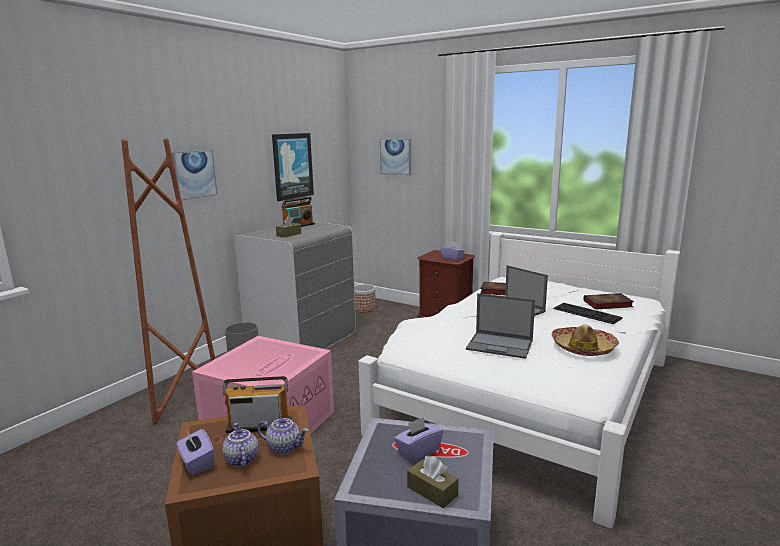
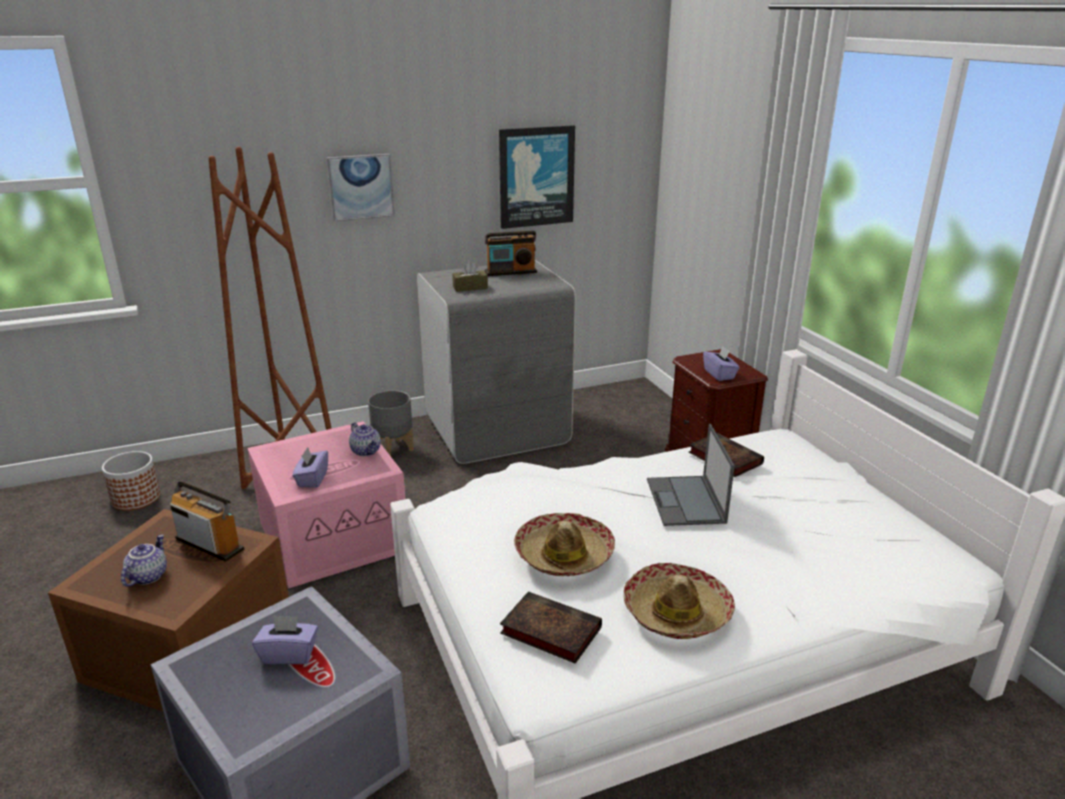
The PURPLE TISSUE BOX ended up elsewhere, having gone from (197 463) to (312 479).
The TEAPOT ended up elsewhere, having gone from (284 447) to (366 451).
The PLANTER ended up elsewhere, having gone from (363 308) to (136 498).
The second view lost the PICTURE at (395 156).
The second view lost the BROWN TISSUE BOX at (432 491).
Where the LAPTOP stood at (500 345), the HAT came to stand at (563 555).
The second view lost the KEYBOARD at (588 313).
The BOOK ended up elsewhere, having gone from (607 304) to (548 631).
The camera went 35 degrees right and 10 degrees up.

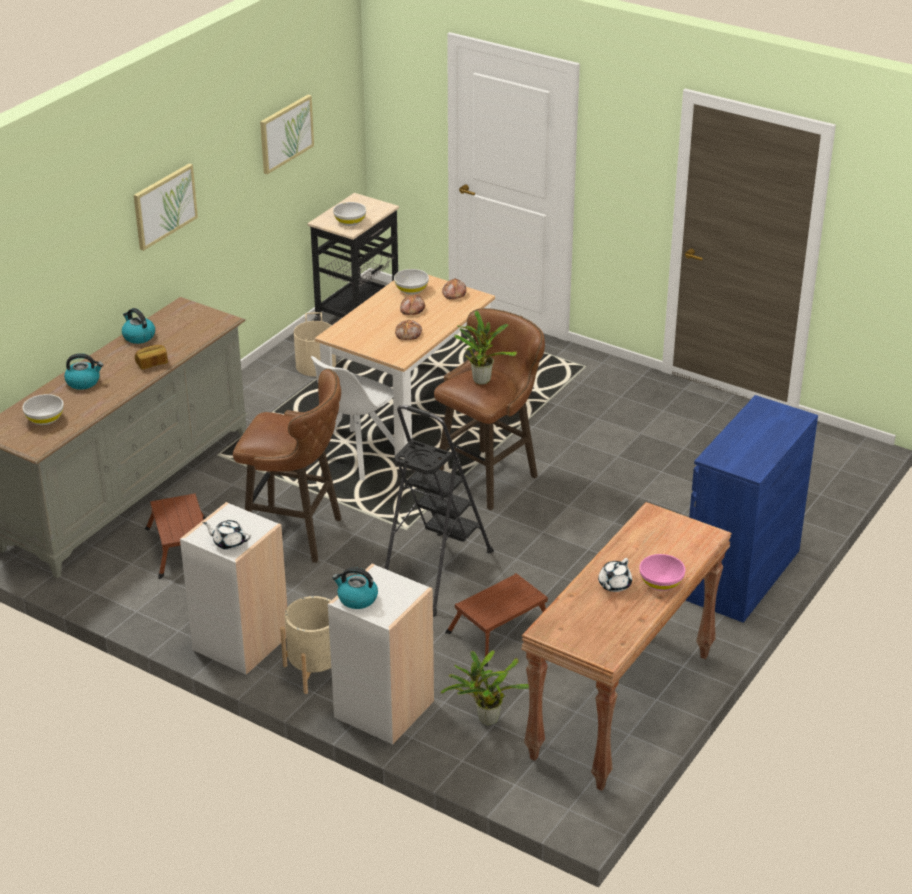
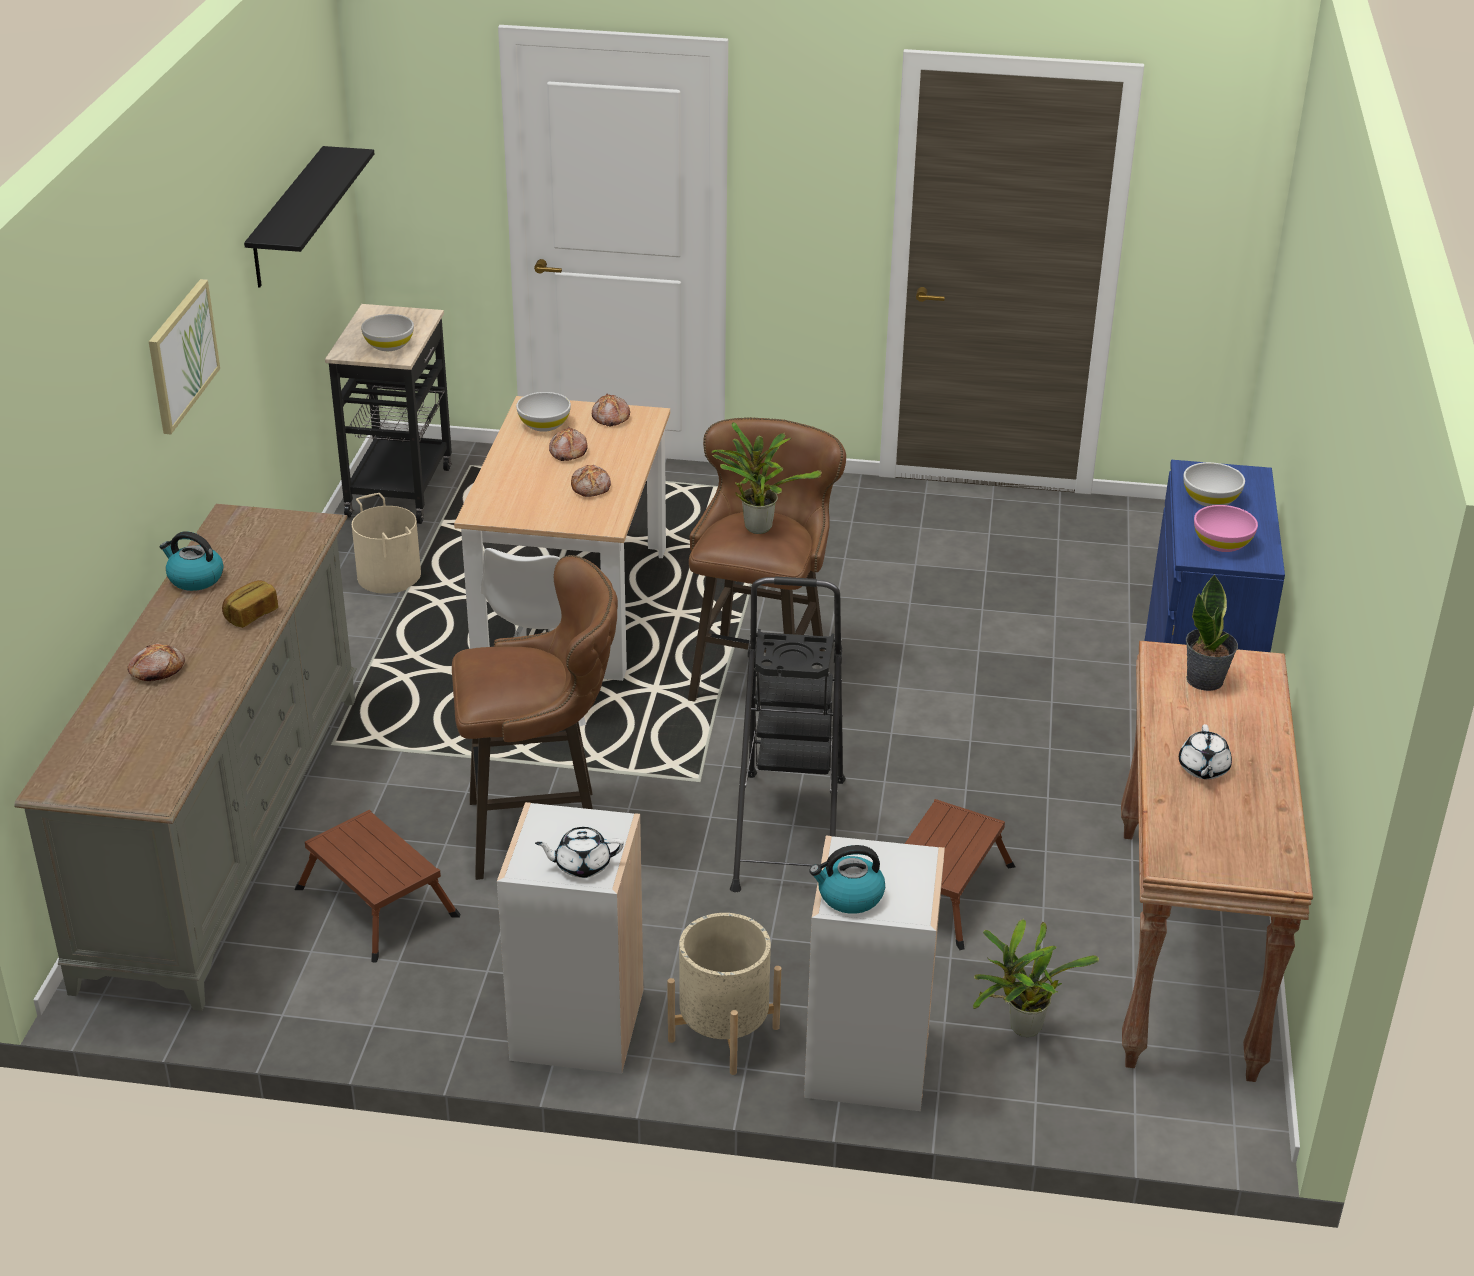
The WHITE BOWL ended up elsewhere, having gone from (45 419) to (1210 499).
Where the KETTLE stood at (83 382), the BREAD came to stand at (156 670).
Where the PICTURE hung at (285 133), the BLACK SHELF came to hang at (288 218).
The PINK BOWL ended up elsewhere, having gone from (660 583) to (1221 543).
The second view gained the POTTED PLANT at (1205 680).
The camera went 25 degrees left and 0 degrees up.

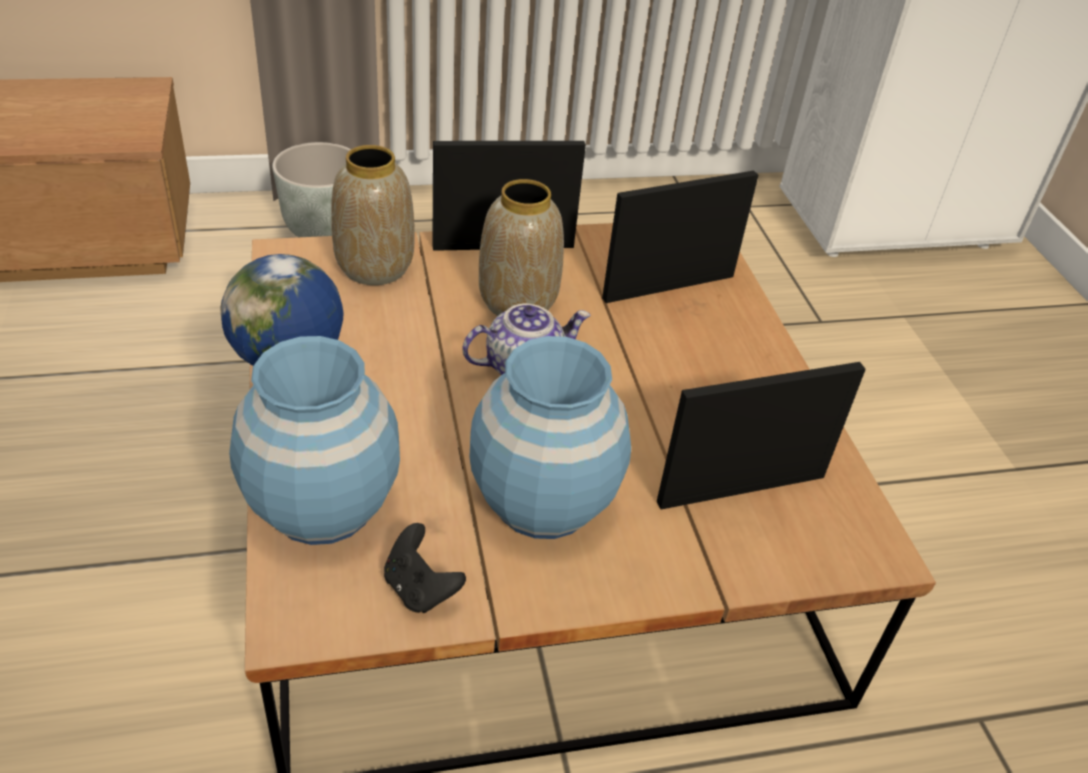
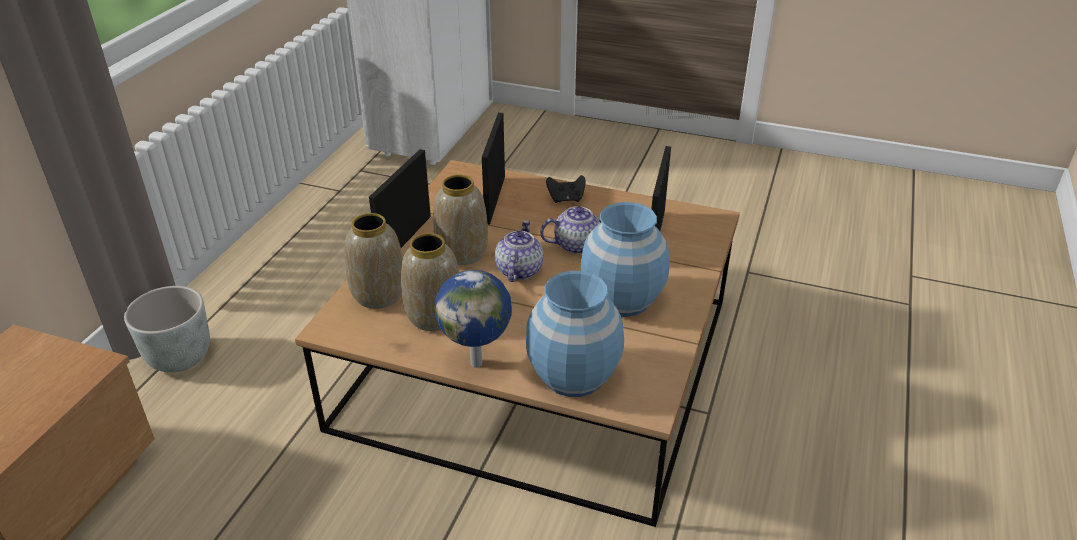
The BLACK GAME CONTROLLER ended up elsewhere, having gone from (420 589) to (566 199).
The second view gained the VASE at (433 317).
The second view gained the TEAPOT at (577 244).
The camera went 55 degrees left and 5 degrees down.

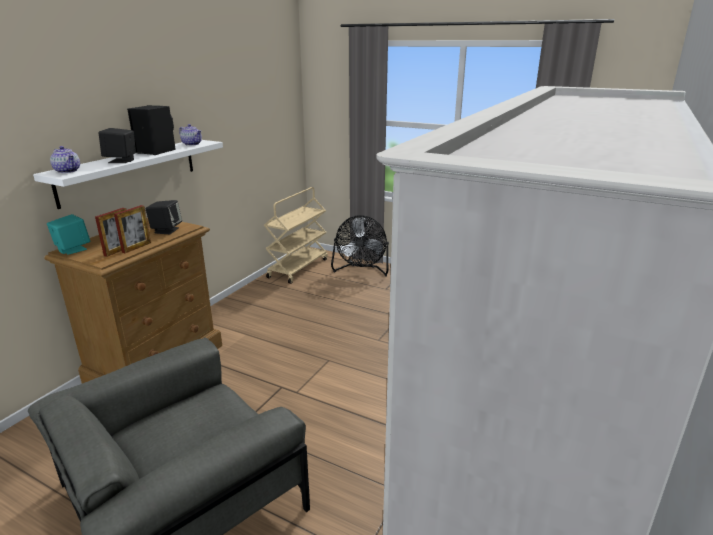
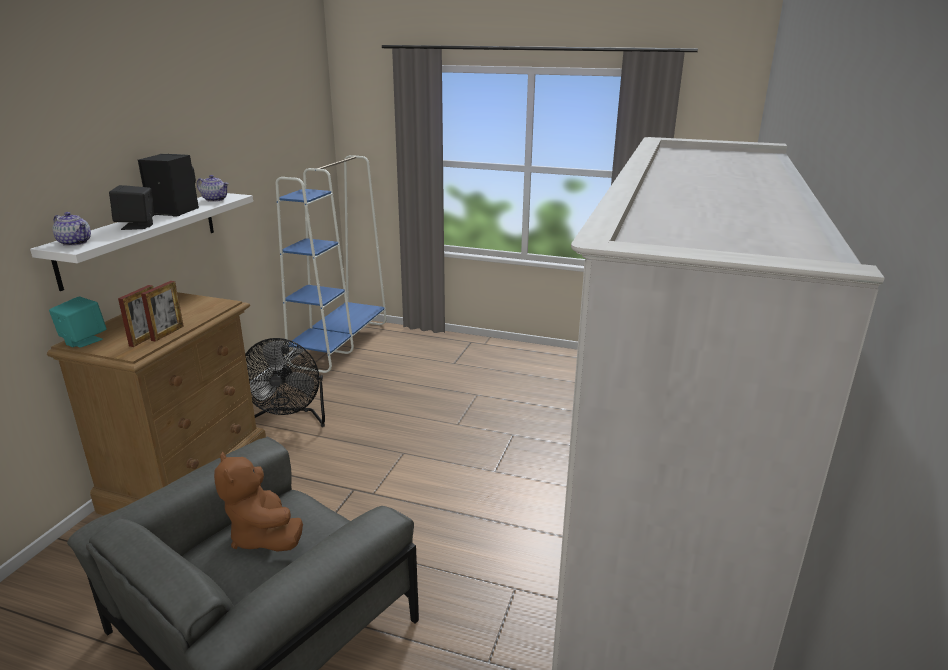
The second view lost the BLACK SPEAKER at (166 230).
Where the BEIGE CART stood at (298 268), the BLUE CLOTHES RACK came to stand at (340 344).
The BLACK FAN ended up elsewhere, having gone from (360 269) to (284 416).
The second view gained the BROWN PLUSH TOY at (263 536).
The camera went 10 degrees left and 0 degrees up.

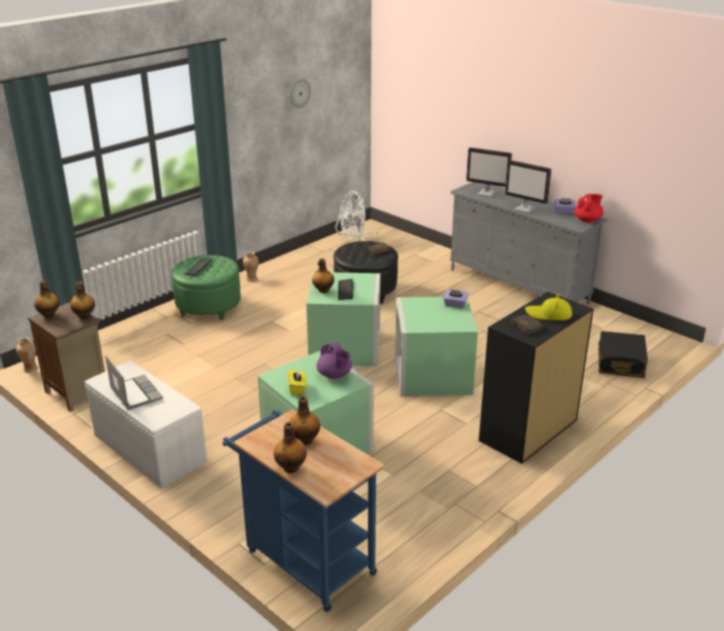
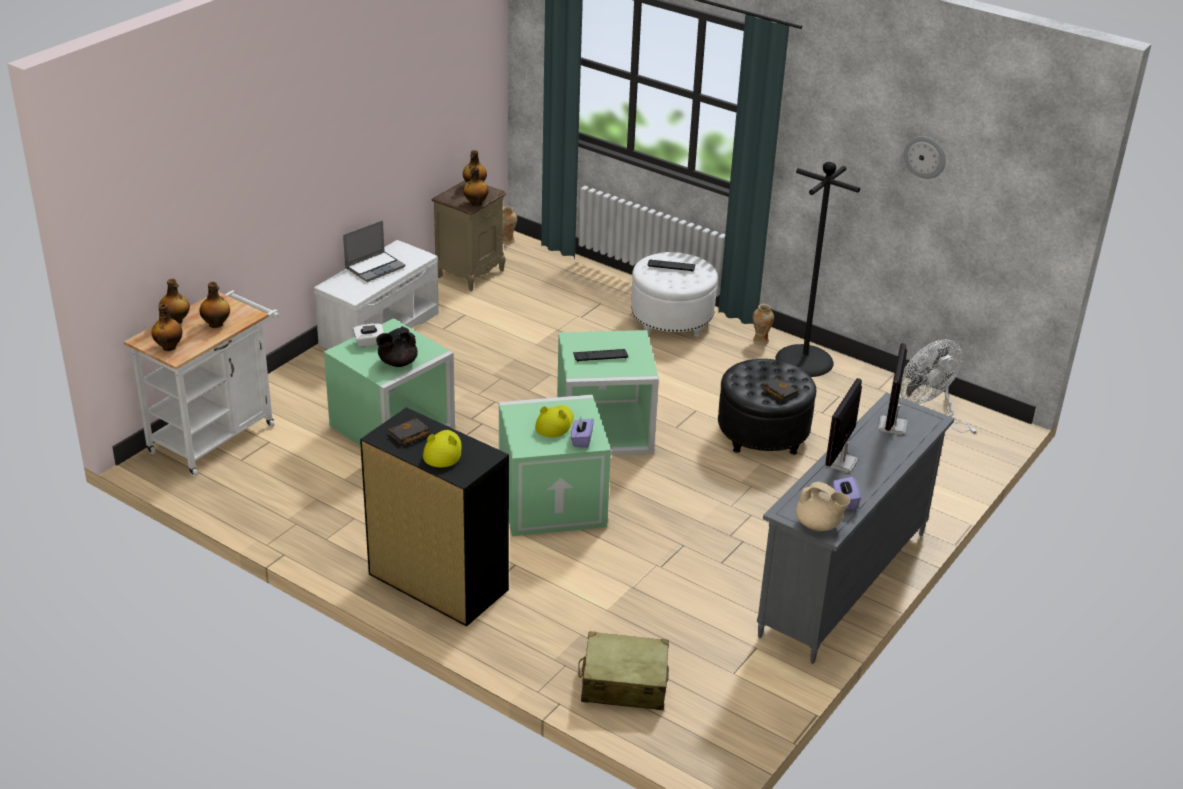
What was the GREEN OTTOMAN at (209 308) turned into the WHITE OTTOMAN at (671 321).
What was the BLUE CART at (304 559) turned into the WHITE CART at (217 435).
What was the YELLOW TISSUE BOX at (297 388) turned into the WHITE TISSUE BOX at (369 343).
The BOTTLE ended up elsewhere, having gone from (323 290) to (169 346).
What was the PURPLE TEAPOT at (334 375) turned into the BLACK TEAPOT at (397 363).
What was the RED TEAPOT at (588 220) turned into the BEIGE TEAPOT at (819 525).
What was the BLACK SUITCASE at (620 363) turned into the BEIGE SUITCASE at (624 683).
The second view gained the YELLOW HAT at (554 424).
The second view gained the BLACK CLOTHES RACK at (804 361).
The camera went 80 degrees right and 5 degrees up.

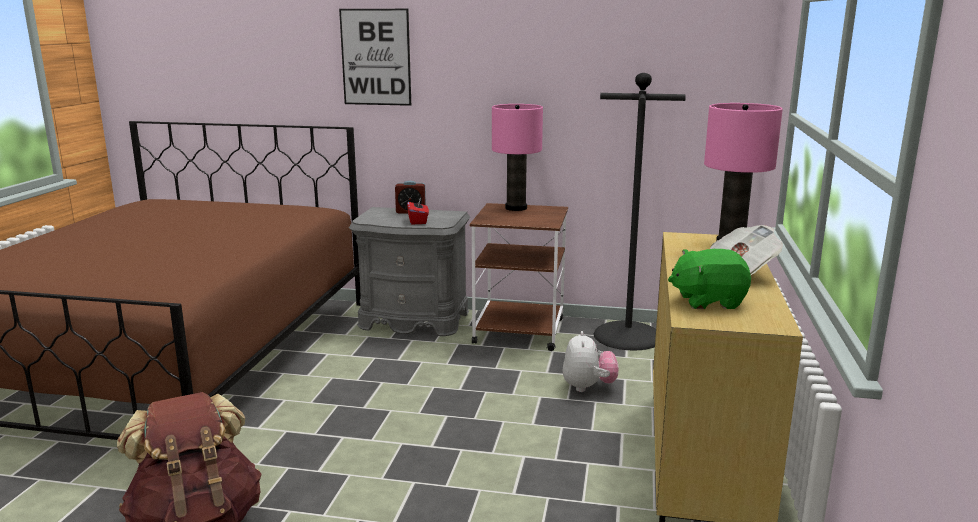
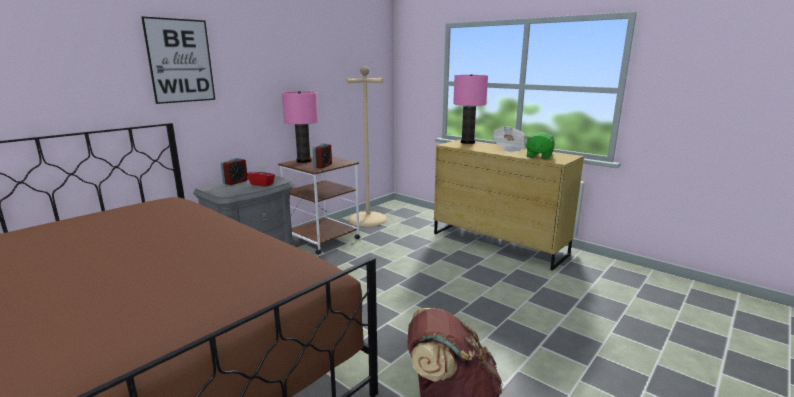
The second view lost the PLUSH TOY at (588 387).
What was the BLACK CLOTHES RACK at (627 336) turned into the BEIGE CLOTHES RACK at (367 219).
The second view gained the ALARM CLOCK at (322 166).
The camera went 60 degrees left and 0 degrees up.

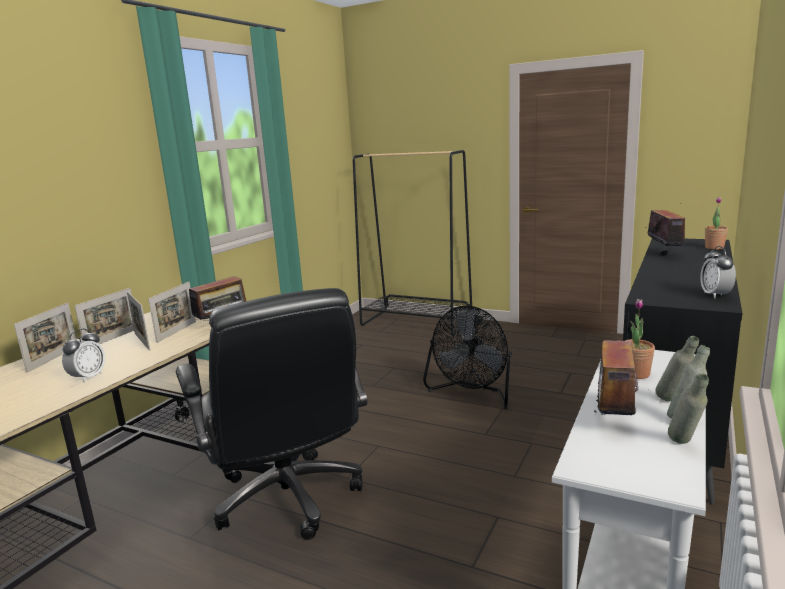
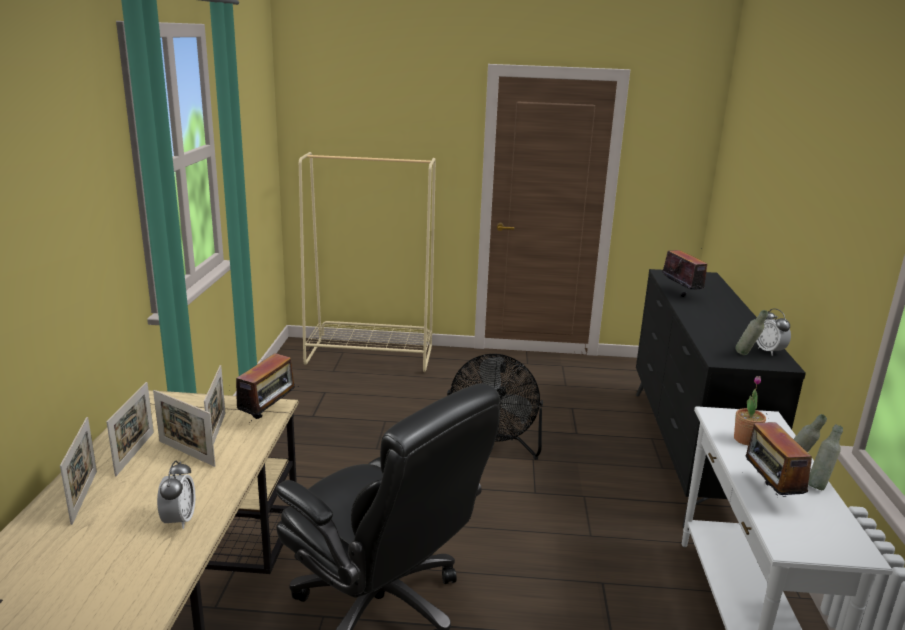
What was the BLACK CLOTHES RACK at (416 323) turned into the BEIGE CLOTHES RACK at (370 356).
The GREY BOTTLE ended up elsewhere, having gone from (685 445) to (746 355).
The second view lost the POTTED PLANT at (714 247).
The camera went 25 degrees left and 5 degrees up.

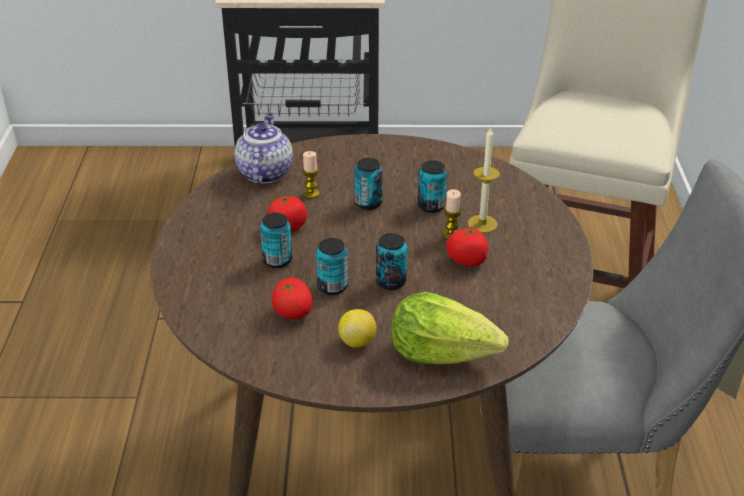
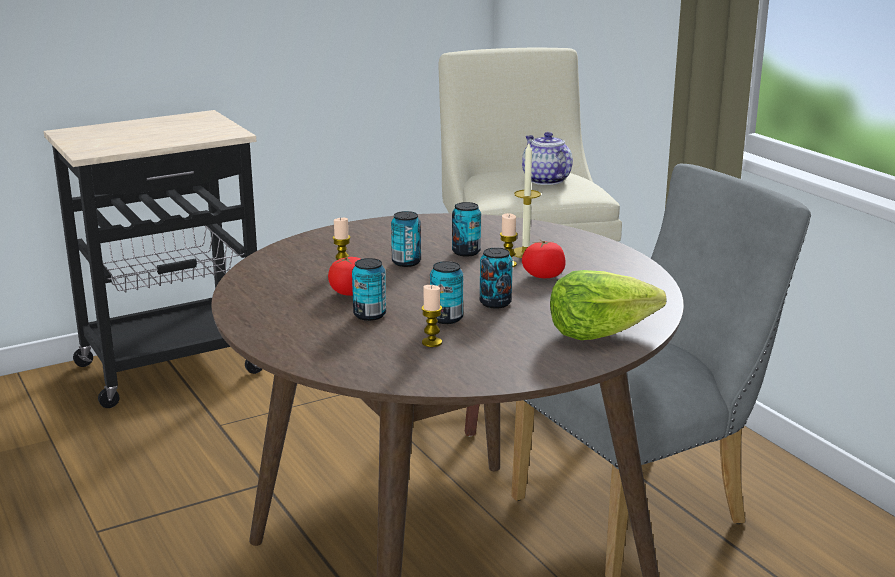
The TEAPOT ended up elsewhere, having gone from (264 172) to (545 180).
Where the TOMATO stood at (292 312), the CANDLE came to stand at (432 342).
The second view lost the LEMON at (357 341).
The camera went 30 degrees left and 15 degrees down.

